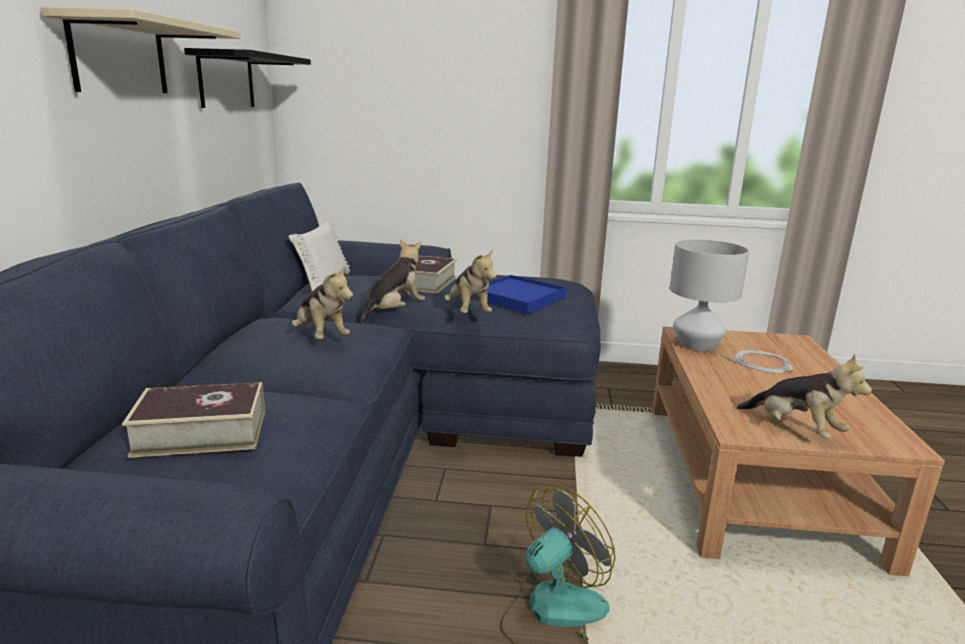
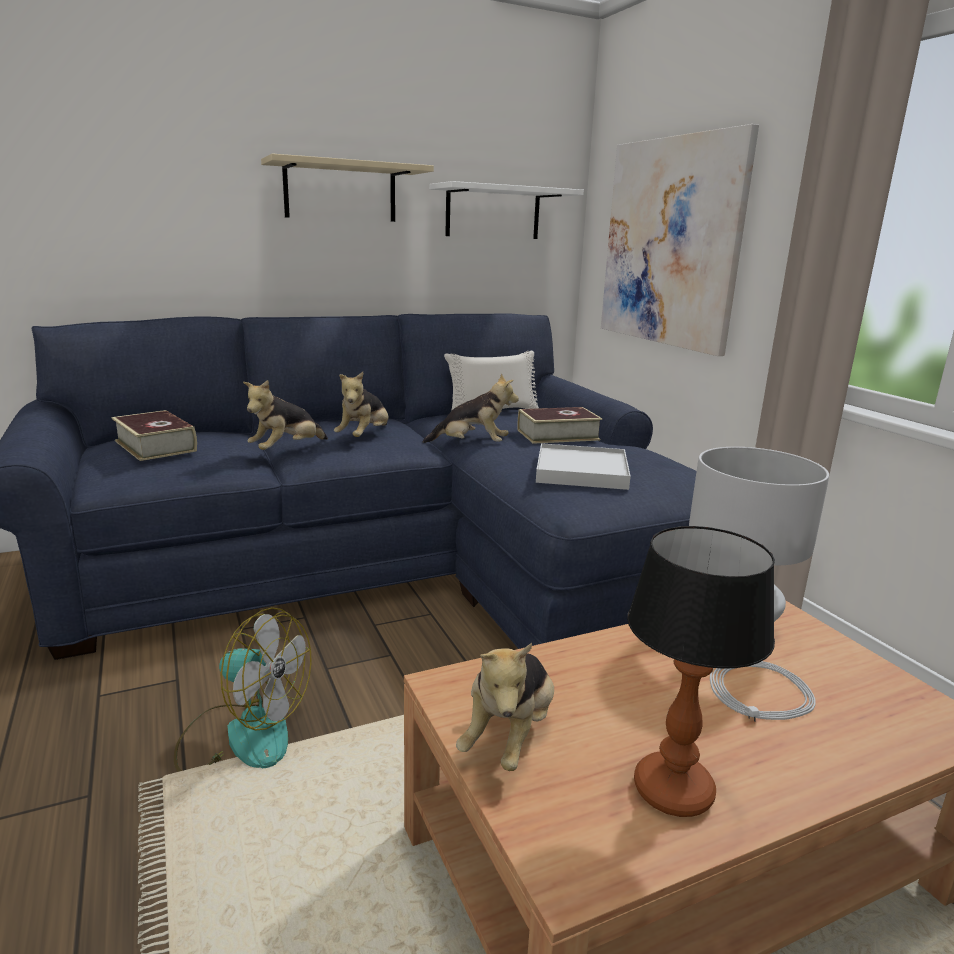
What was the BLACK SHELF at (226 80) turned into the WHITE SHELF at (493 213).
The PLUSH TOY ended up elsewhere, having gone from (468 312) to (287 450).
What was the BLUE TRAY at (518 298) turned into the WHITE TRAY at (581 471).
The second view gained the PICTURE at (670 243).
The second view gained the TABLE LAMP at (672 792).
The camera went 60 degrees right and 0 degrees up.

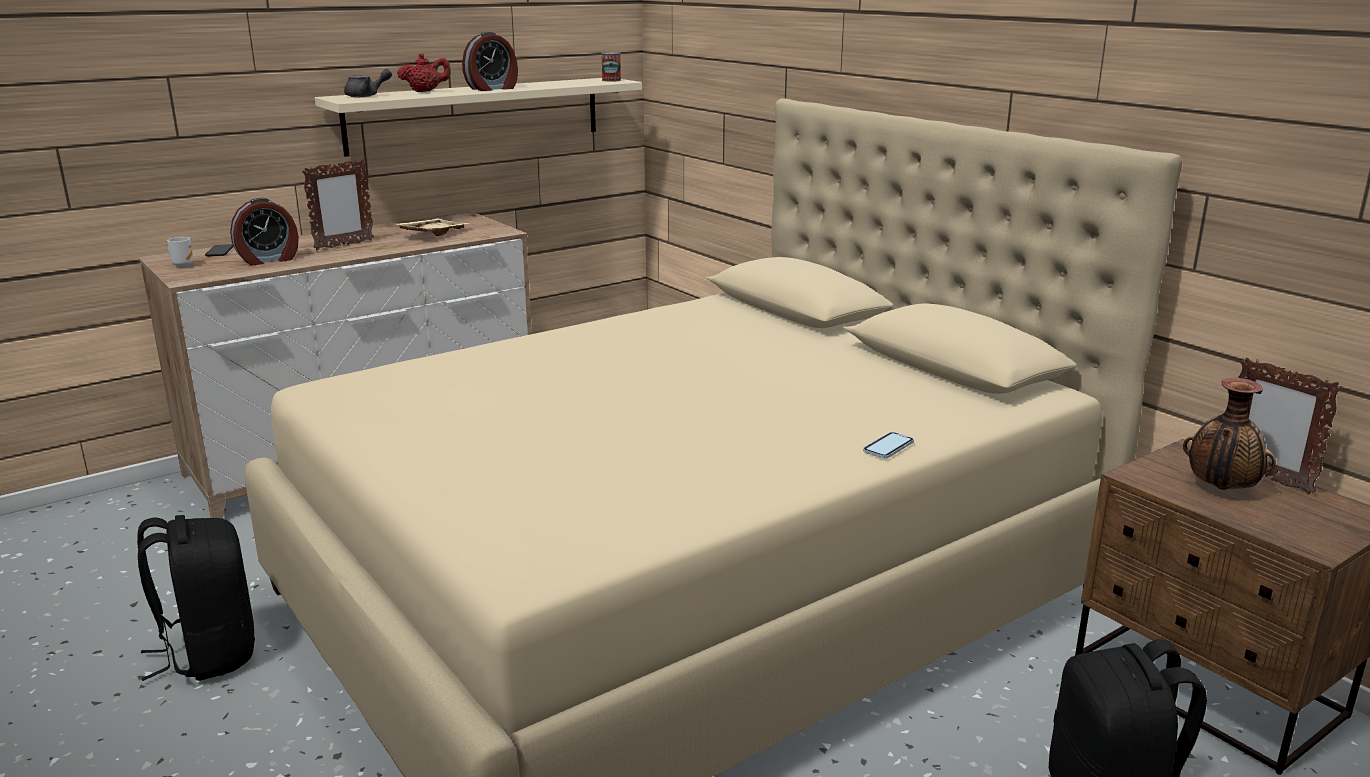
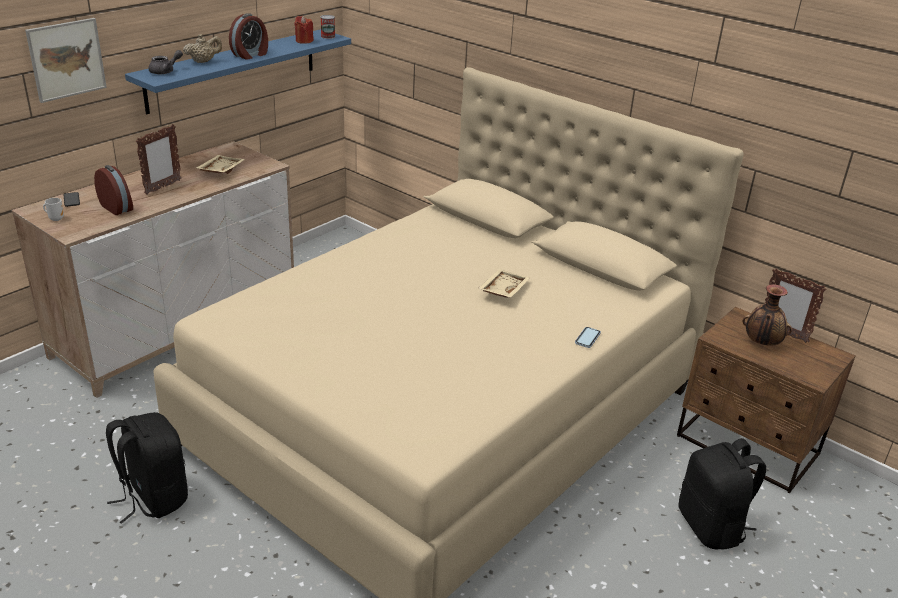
The ALARM CLOCK at (268 259) ended up facing another way, 90 degrees counterclockwise from before.
What was the BEIGE SHELF at (476 115) turned into the BLUE SHELF at (233 70).
What was the RED TEAPOT at (425 91) turned into the BEIGE TEAPOT at (203 61).
The second view gained the PICTURE at (66 59).
The second view gained the RED CANDLE at (304 41).
The second view gained the BEIGE TRAY at (502 290).
The camera went 15 degrees left and 10 degrees up.

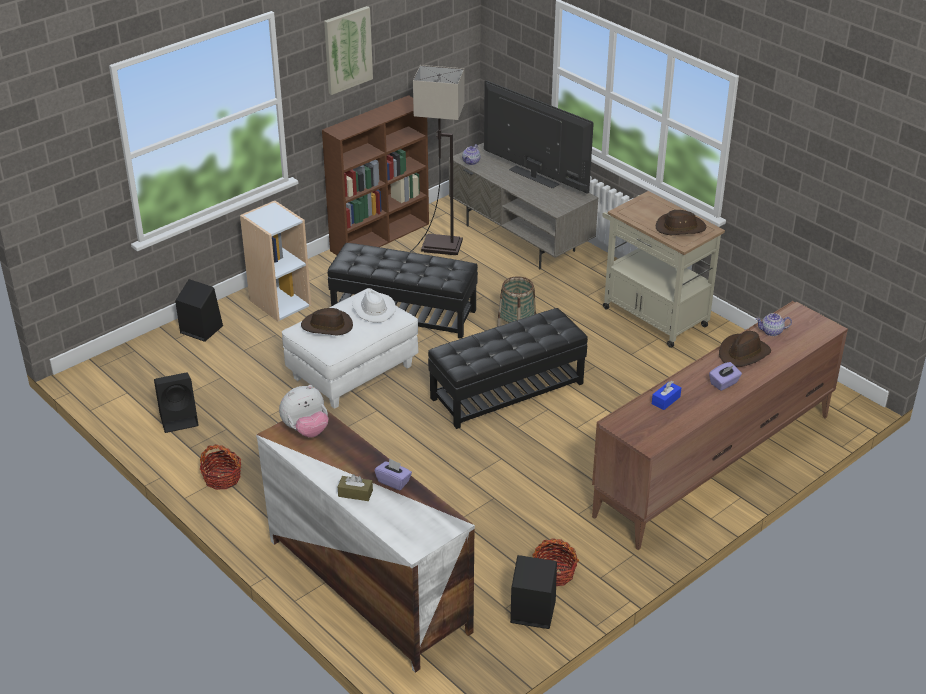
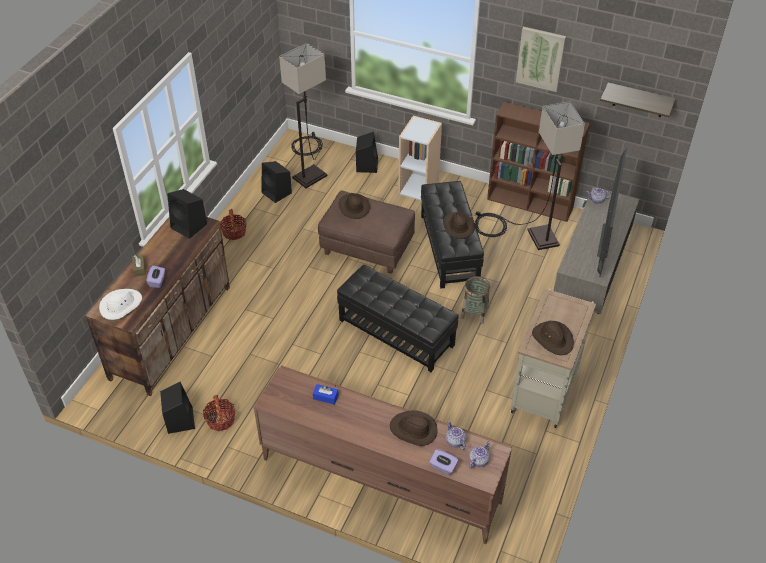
What was the WHITE CABINET at (369 583) turned into the BROWN CABINET at (173 331).
Where the PLUSH TOY stood at (306 430), the BLACK SPEAKER came to stand at (189 226).
What was the WHITE OTTOMAN at (352 373) turned into the BROWN OTTOMAN at (367 249).
The WHITE HAT ended up elsewhere, having gone from (373 309) to (121 305).
The PURPLE TISSUE BOX ended up elsewhere, having gone from (724 383) to (443 467).
The second view gained the FLOOR LAMP at (309 160).
The second view gained the BROWN HAT at (458 226).
The second view gained the TEAPOT at (478 460).
The second view gained the SHELF at (639 100).
The camera went 65 degrees right and 10 degrees up.

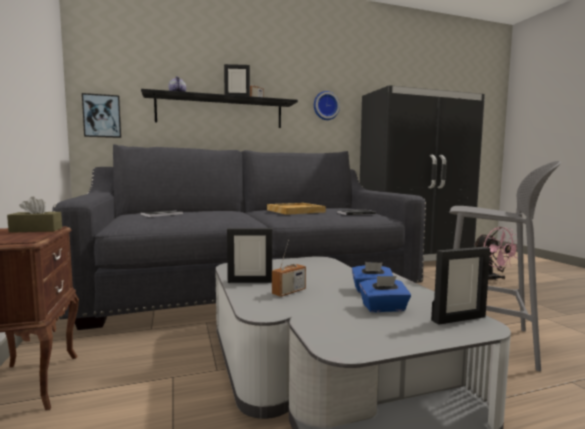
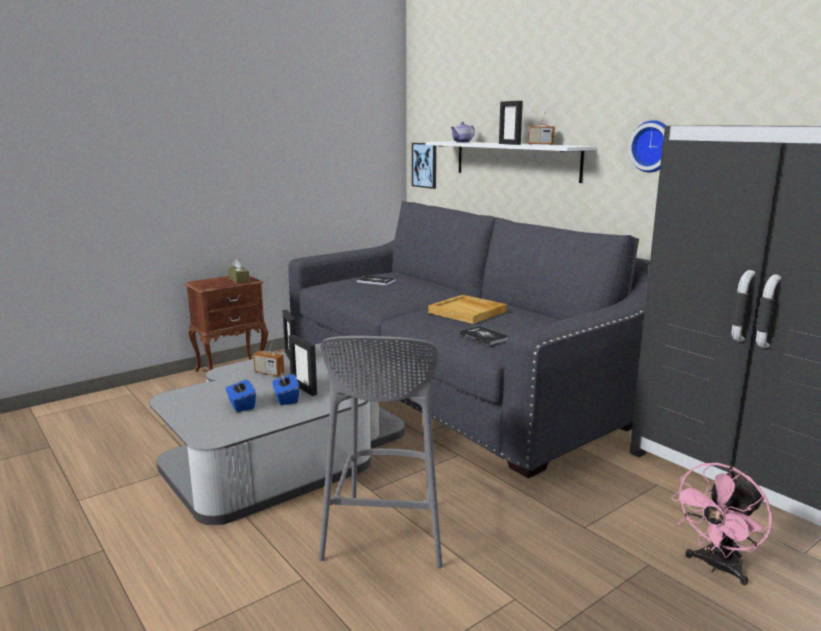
What was the BLACK SHELF at (220 112) turned into the WHITE SHELF at (515 160).
The PICTURE FRAME ended up elsewhere, having gone from (458 318) to (304 388).
The camera went 70 degrees right and 10 degrees up.

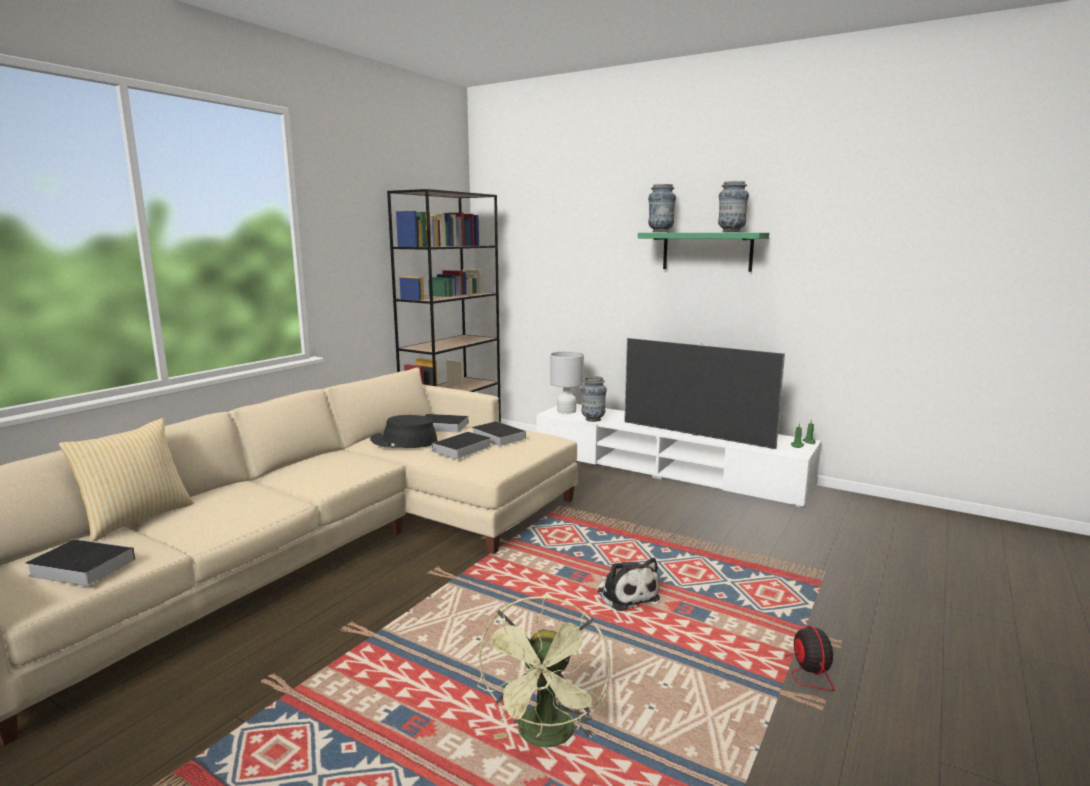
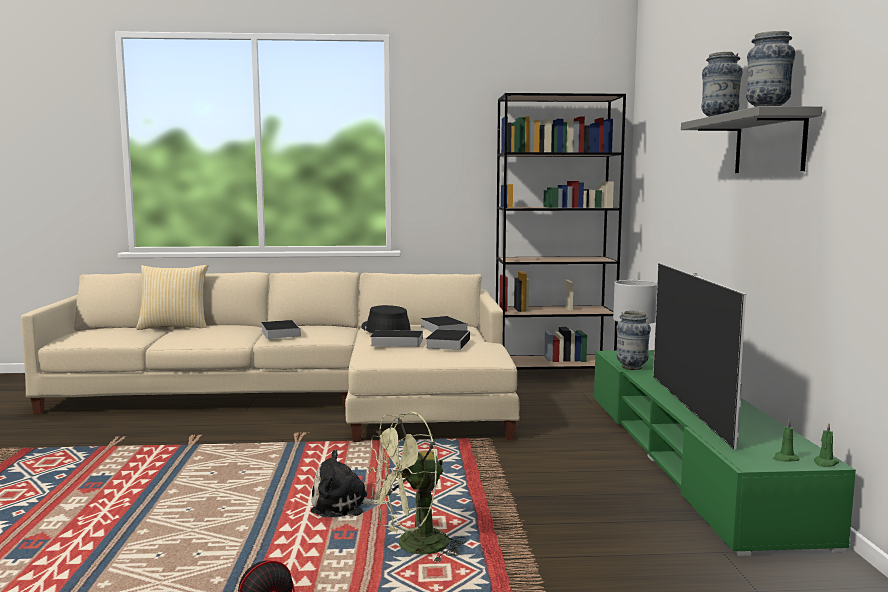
The BOOK ended up elsewhere, having gone from (79 567) to (279 332).
The GREEN FAN ended up elsewhere, having gone from (547 738) to (413 547).
What was the WHITE TV STAND at (667 470) turned into the GREEN TV STAND at (688 458).
The PLUSH TOY at (626 594) ended up facing another way, 60 degrees clockwise from before.
What was the GREEN SHELF at (707 251) turned into the GREY SHELF at (769 144).
The camera went 55 degrees right and 5 degrees down.

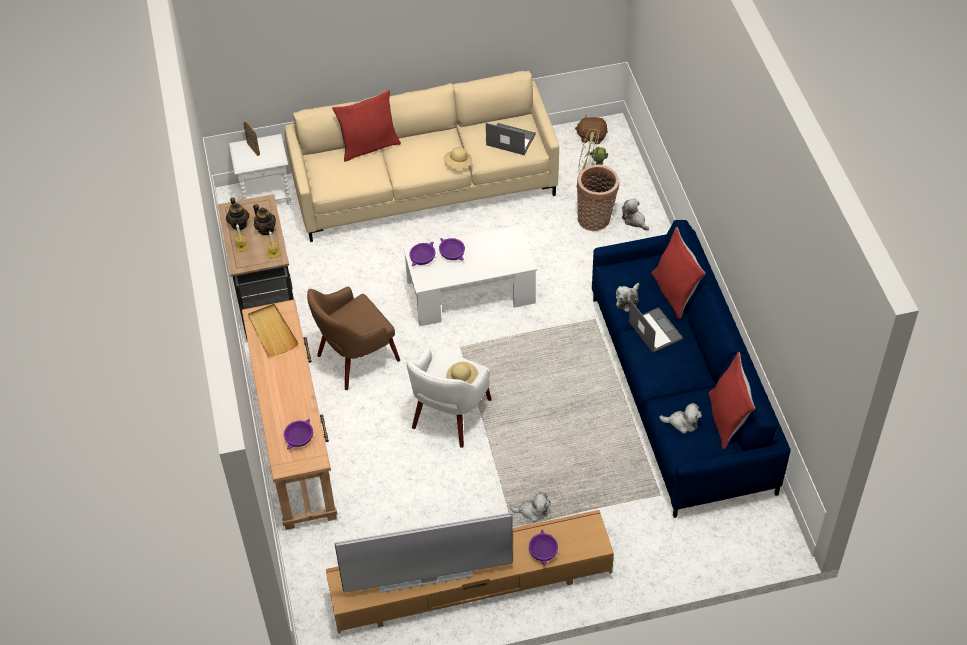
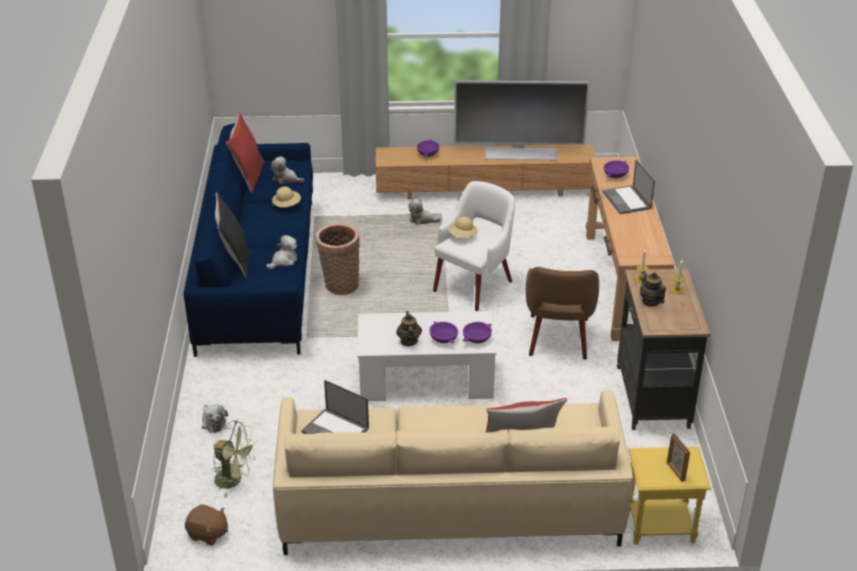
The TEAPOT ended up elsewhere, having gone from (239 224) to (409 341).
What was the WHITE SIDE TABLE at (265 194) turned into the YELLOW SIDE TABLE at (660 526).
The second view lost the BEIGE TRAY at (272 331).
The BROWN ARMCHAIR at (356 359) ended up facing another way, 120 degrees clockwise from before.
The BEIGE HAT ended up elsewhere, having gone from (458 164) to (287 205).
The BASKET ended up elsewhere, having gone from (596 219) to (339 285).
The LAPTOP ended up elsewhere, having gone from (654 330) to (627 200).
What was the RED PILLOW at (675 293) turned into the BLACK PILLOW at (235 260).
The camera went 170 degrees left and 15 degrees down.

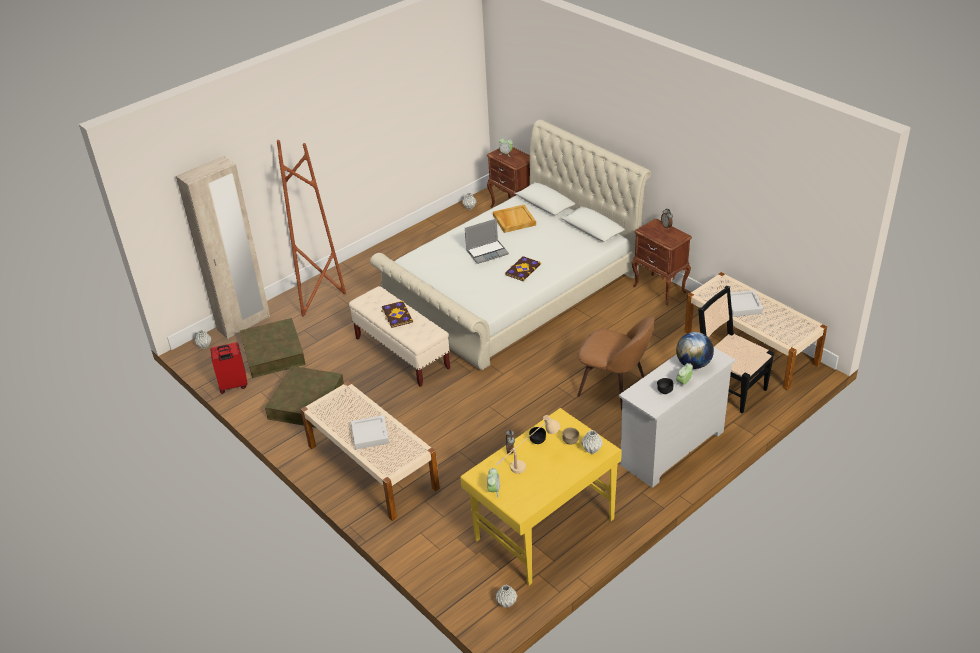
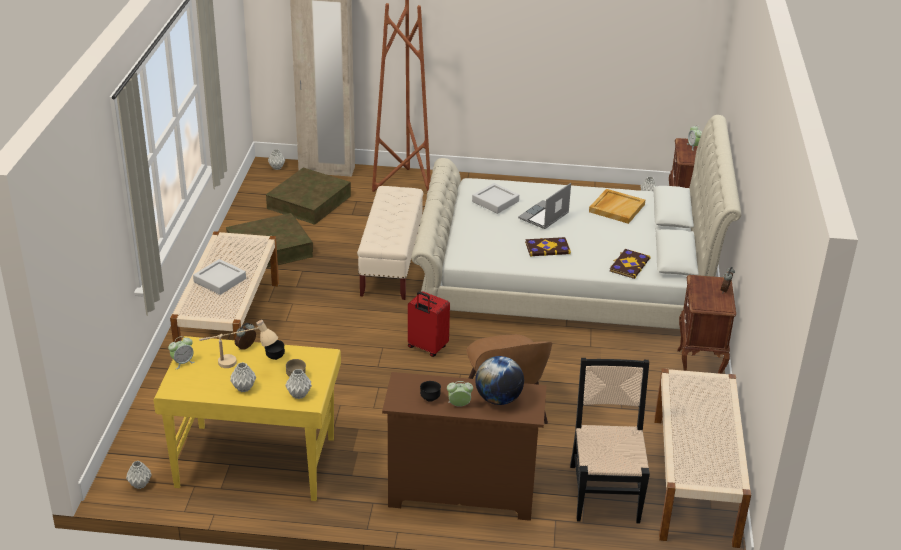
The RED SUITCASE ended up elsewhere, having gone from (233 386) to (427 348).
The BOOK ended up elsewhere, having gone from (396 315) to (629 265).
The LAPTOP at (487 252) ended up facing another way, 105 degrees clockwise from before.
What was the WHITE DRESSER at (671 448) turned into the BROWN DRESSER at (461 494).
The GREY TRAY ended up elsewhere, having gone from (743 306) to (495 201).
The second view gained the GREY VASE at (244 388).
The camera went 45 degrees right and 5 degrees down.

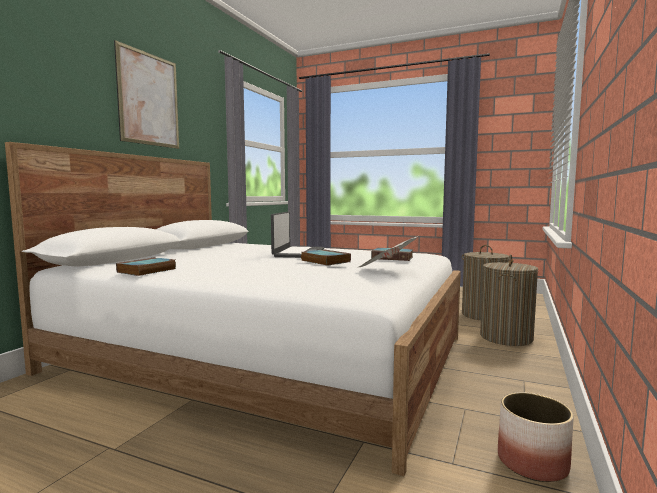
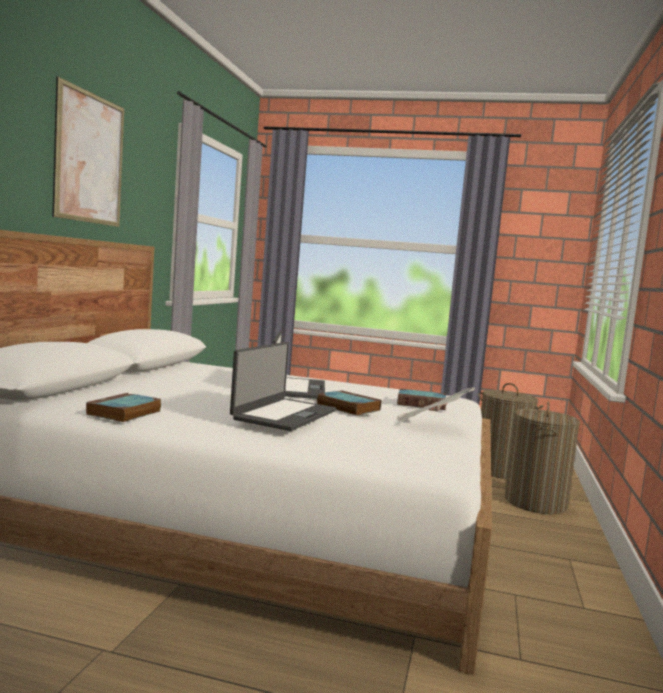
The second view lost the PLANTER at (533 463).
The second view gained the LAPTOP at (284 414).
The camera went 10 degrees left and 0 degrees up.

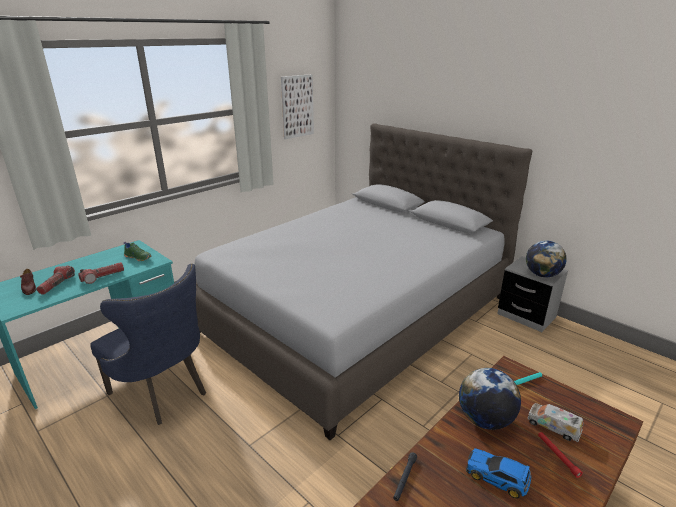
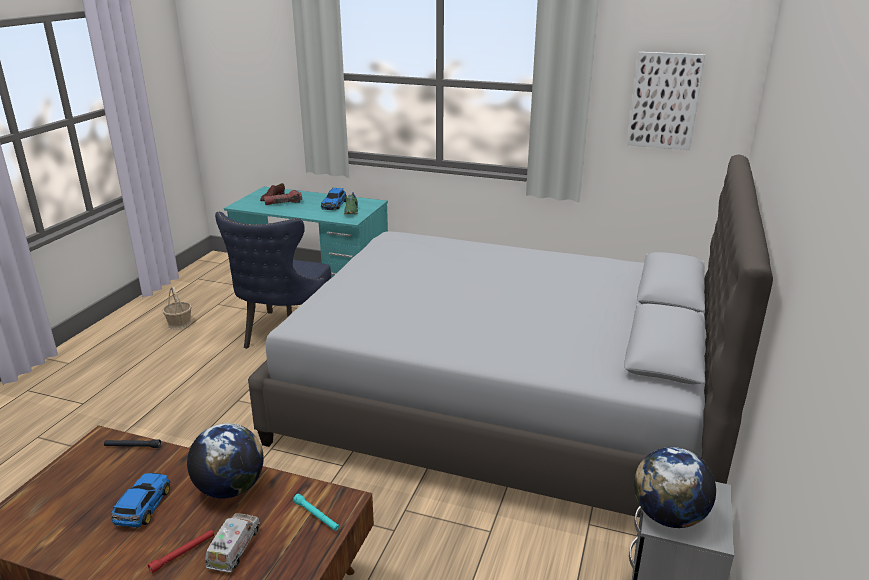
The second view lost the FLASHLIGHT at (103 277).
The second view gained the BASKET at (179 323).
The second view gained the TOY CAR at (334 204).
The camera went 65 degrees right and 0 degrees up.

